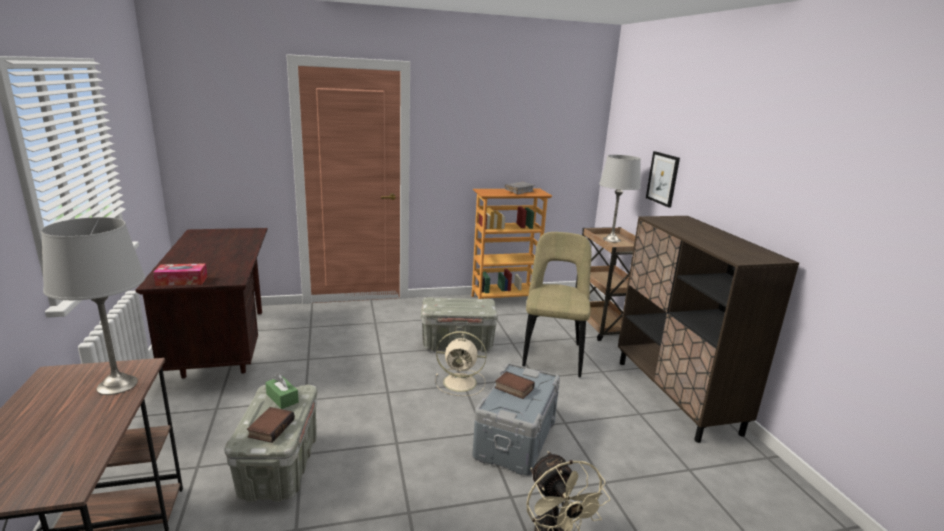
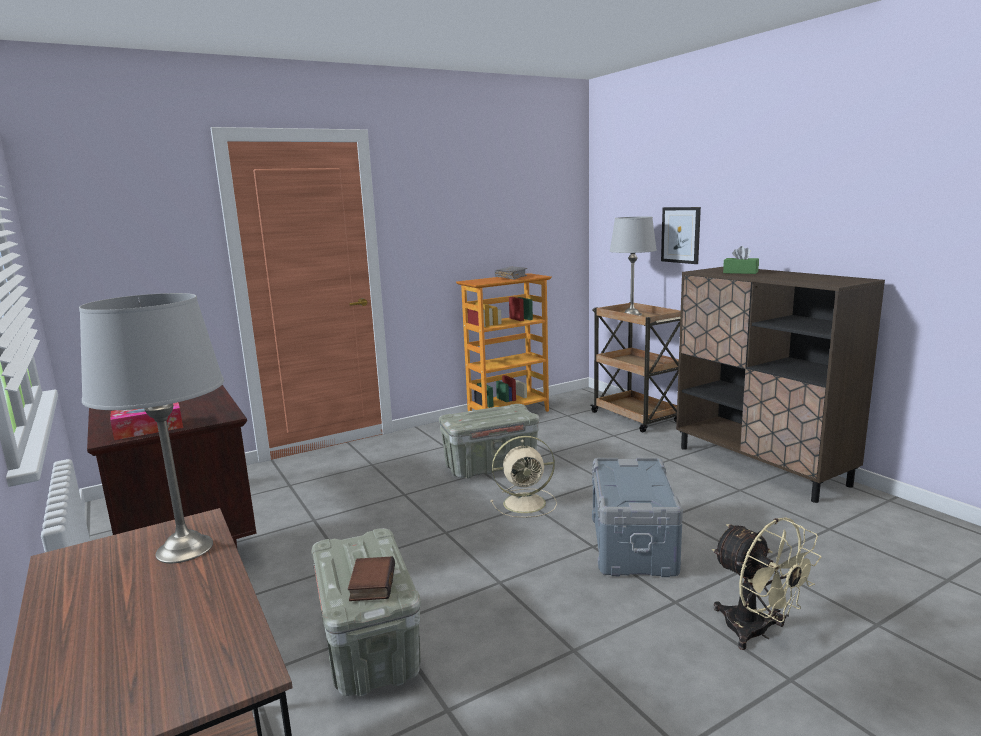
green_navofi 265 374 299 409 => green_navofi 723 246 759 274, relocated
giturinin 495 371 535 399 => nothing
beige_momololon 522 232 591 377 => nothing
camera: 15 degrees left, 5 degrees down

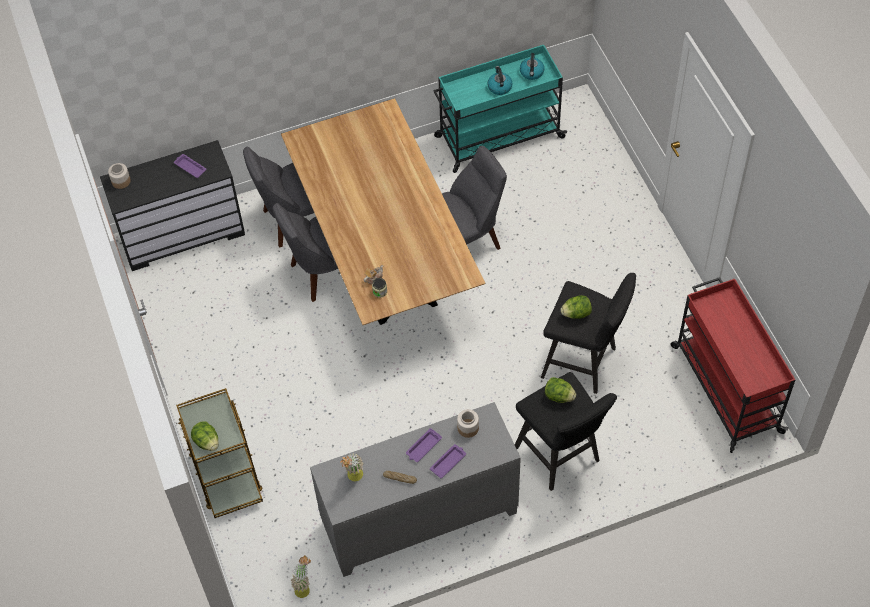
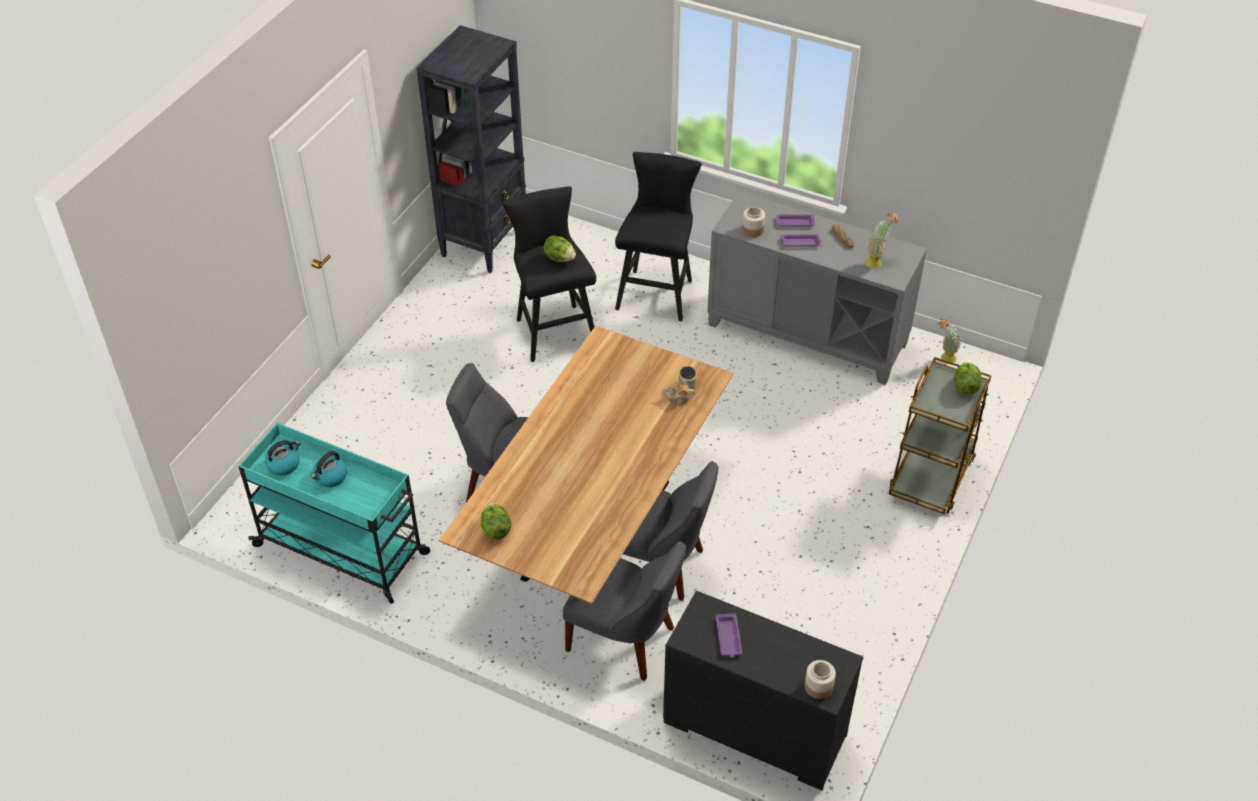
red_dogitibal 671 277 795 453 => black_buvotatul 417 25 526 273
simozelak 545 377 576 403 => simozelak 481 503 512 540, relocated
camera: 135 degrees left, 10 degrees down

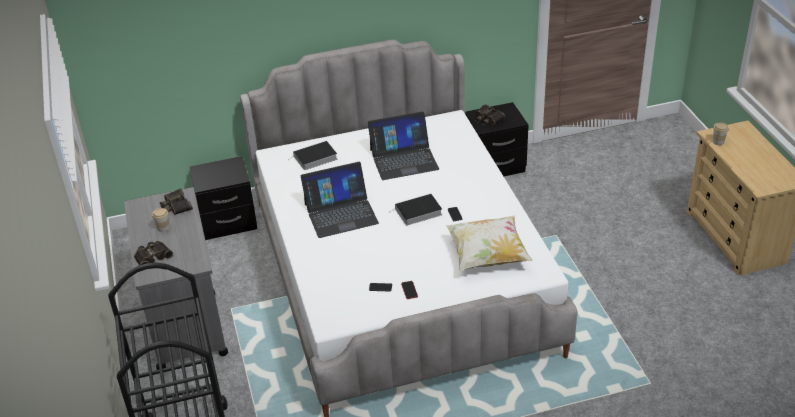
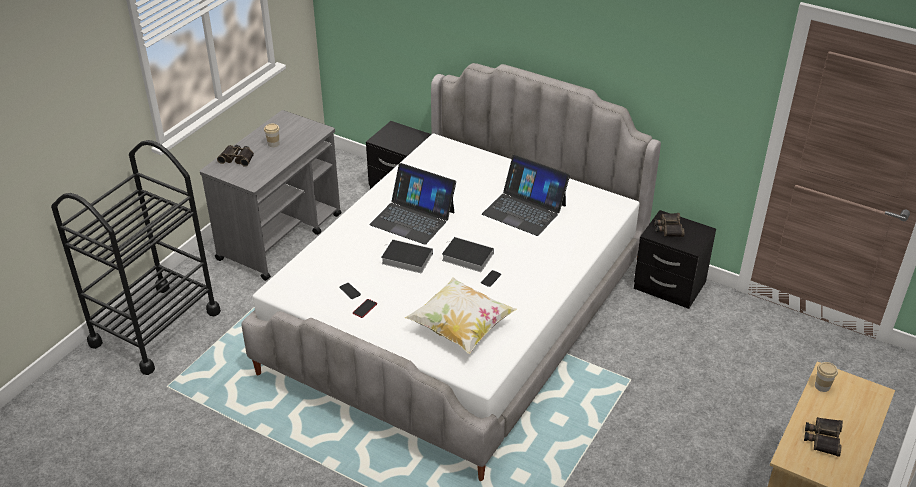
giturinin 288 141 337 170 => giturinin 381 239 433 273, relocated
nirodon 160 188 193 215 => nirodon 804 417 843 457, relocated
camera: 45 degrees right, 0 degrees up

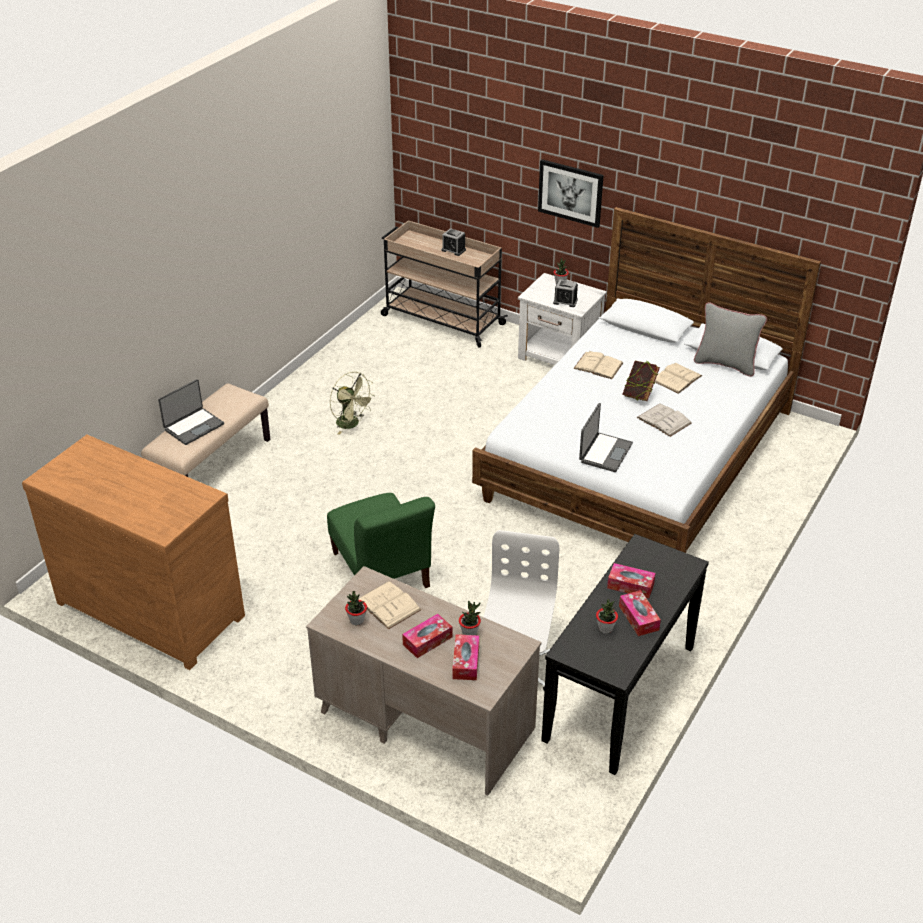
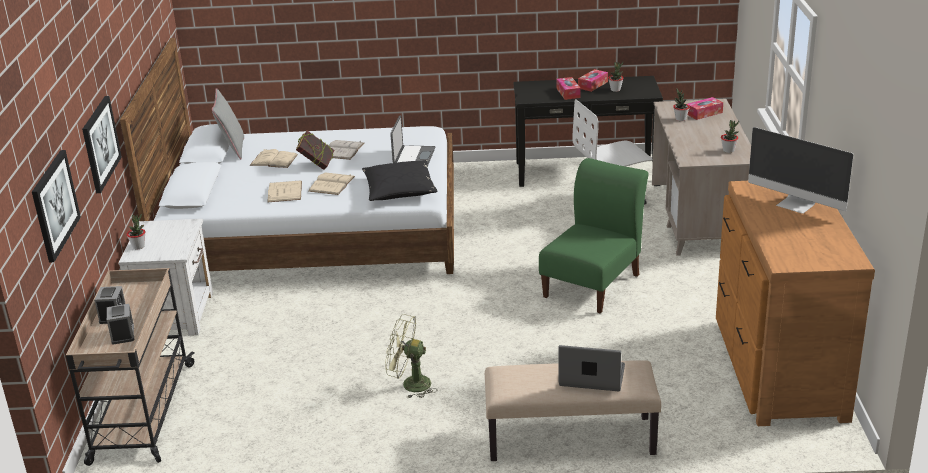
nothing => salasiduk 32 150 81 262
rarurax 553 279 578 307 => rarurax 107 304 134 345, relocated
beige_giturinin 358 581 421 630 => beige_giturinin 308 172 355 195, relocated
nothing => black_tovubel 362 160 438 201
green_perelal 330 372 375 435 => green_perelal 385 314 437 398, 90 degrees counterclockwise
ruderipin 579 403 633 472 => ruderipin 390 115 435 167, 105 degrees clockwise
nothing => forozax 748 127 854 214
navofi 402 614 452 658 => nothing
camera: 120 degrees left, 10 degrees down

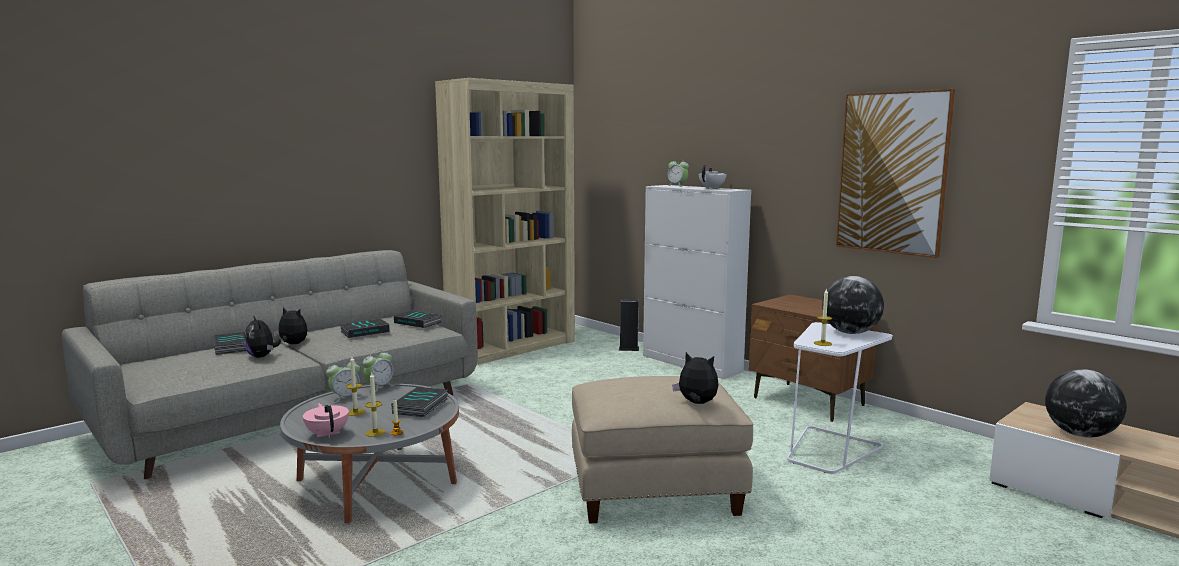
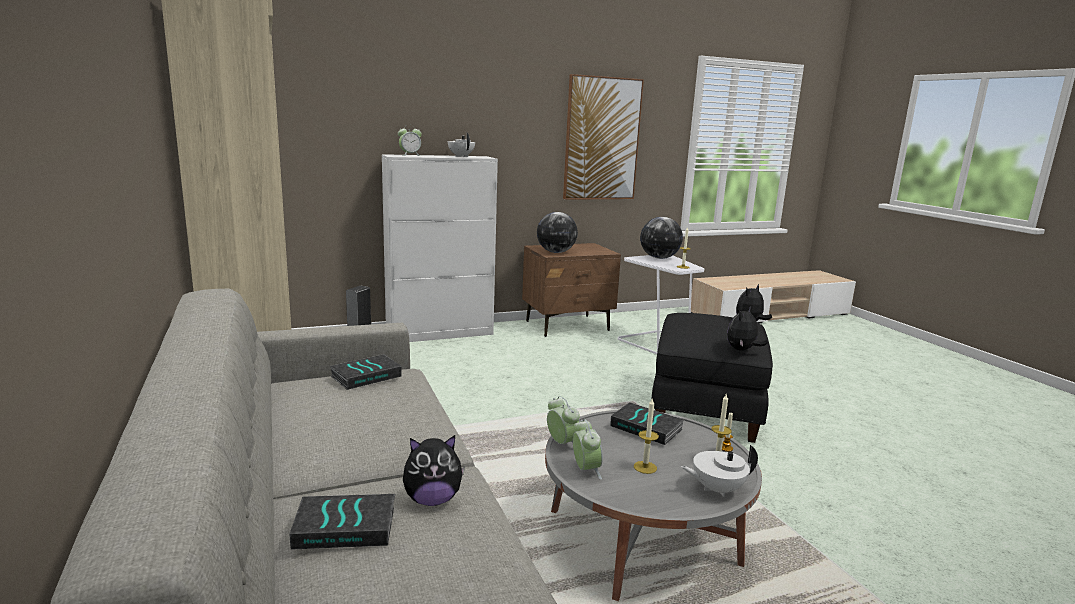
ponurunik 1045 369 1126 438 => ponurunik 537 212 578 253, relocated
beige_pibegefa 572 376 753 524 => black_pibegefa 651 313 773 443
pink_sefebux 303 403 349 439 => white_sefebux 681 445 758 497
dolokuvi 273 307 308 344 => dolokuvi 727 306 768 351, relocated
giturinin 339 319 390 338 => nothing
camera: 70 degrees left, 5 degrees up

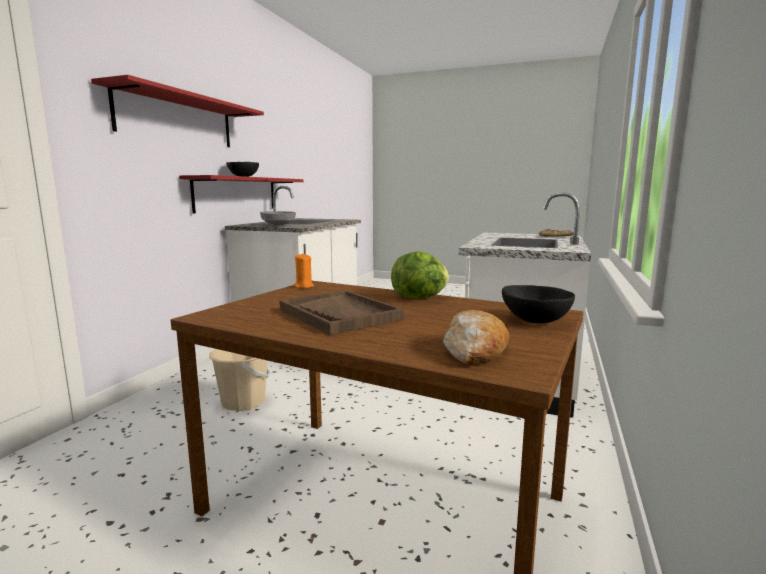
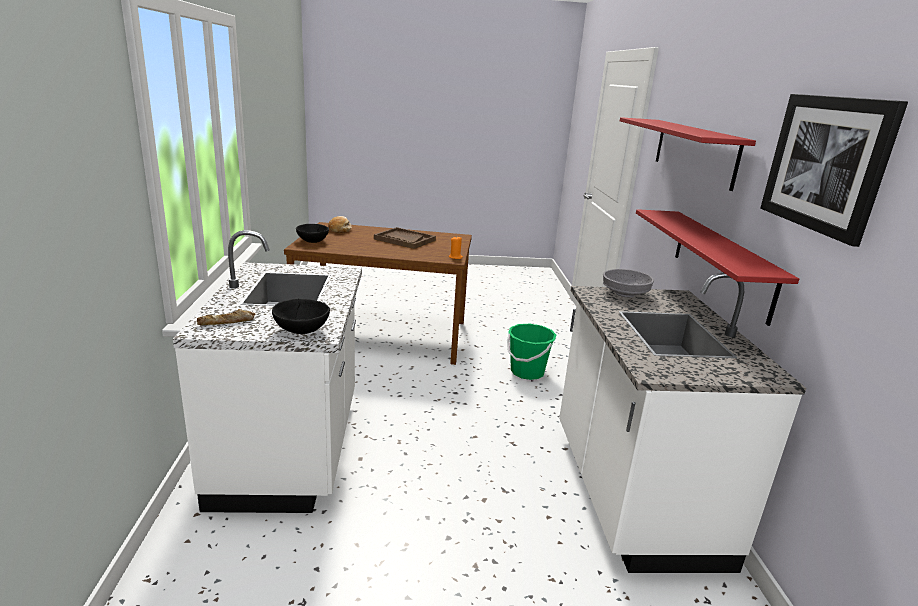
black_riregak 226 162 259 177 => black_riregak 272 299 330 334, relocated
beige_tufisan 209 349 271 411 => green_tufisan 507 324 556 380
nothing => salasiduk 760 94 908 247
simozelak 391 251 449 298 => nothing
camera: 155 degrees right, 10 degrees up

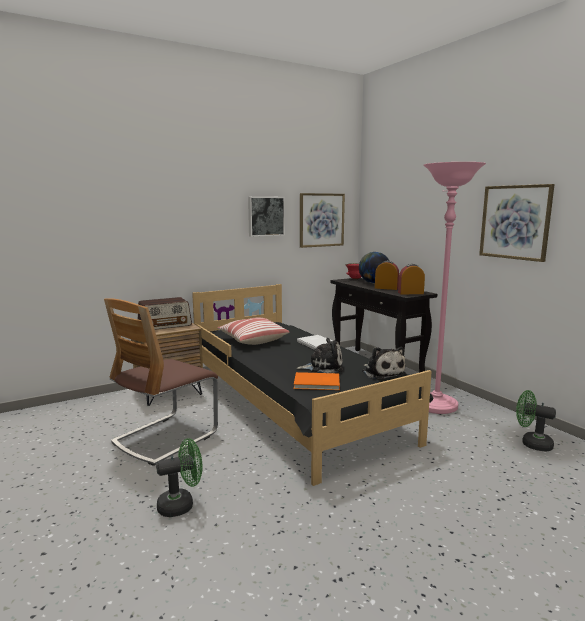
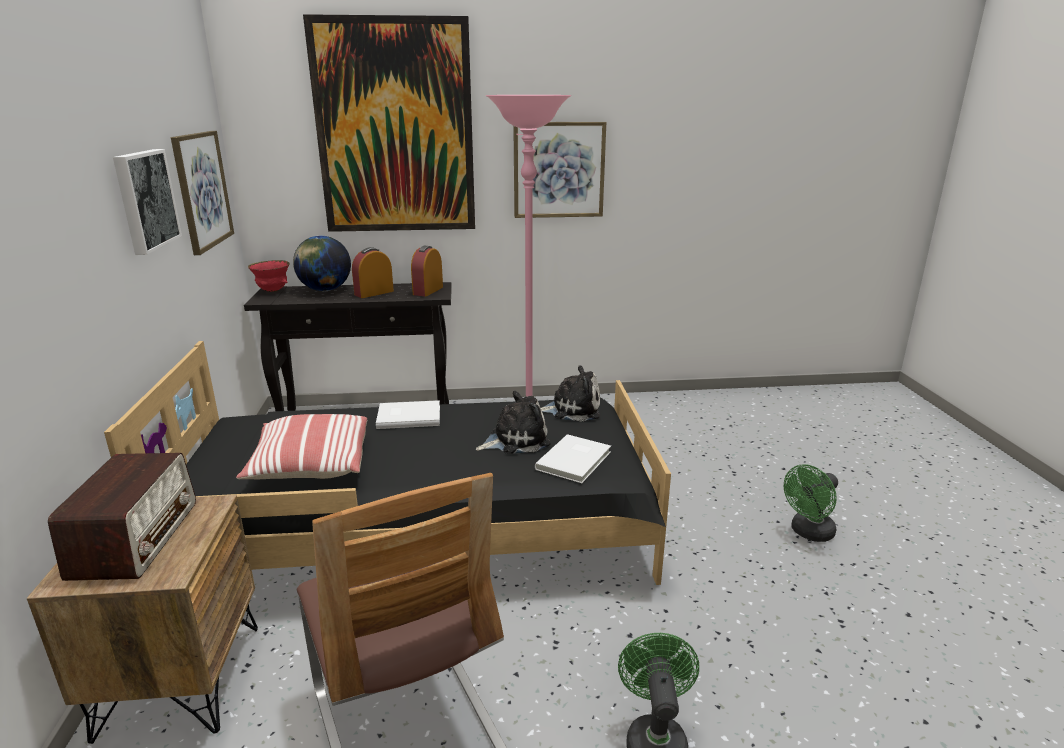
nothing => salasiduk 303 14 475 232
dolokuvi 296 338 343 373 => dolokuvi 476 391 551 454, 45 degrees clockwise
orange_giturinin 294 372 340 390 => white_giturinin 535 434 611 483
green_perelal 516 390 556 452 => green_perelal 784 464 838 542, relocated
camera: 65 degrees left, 10 degrees up

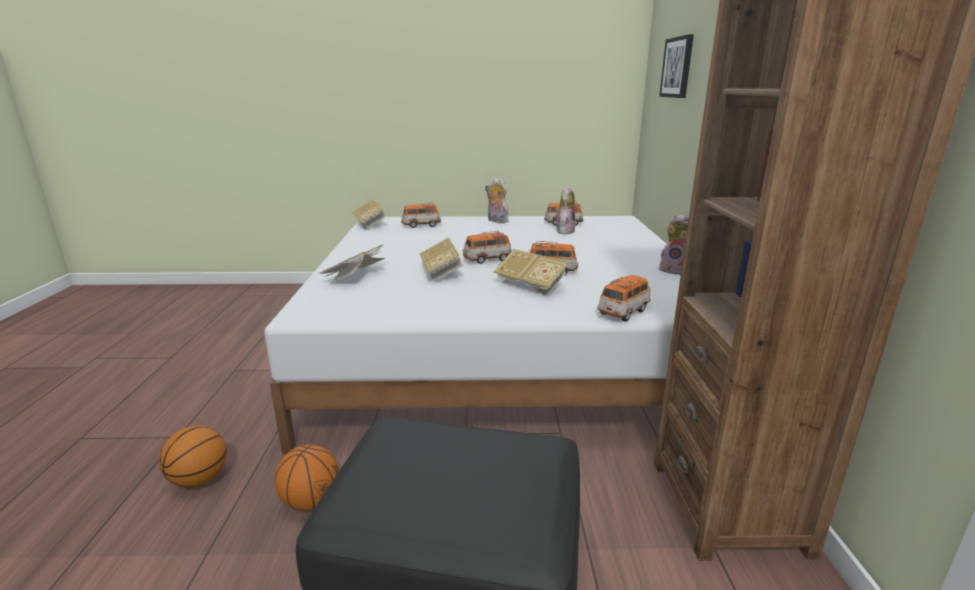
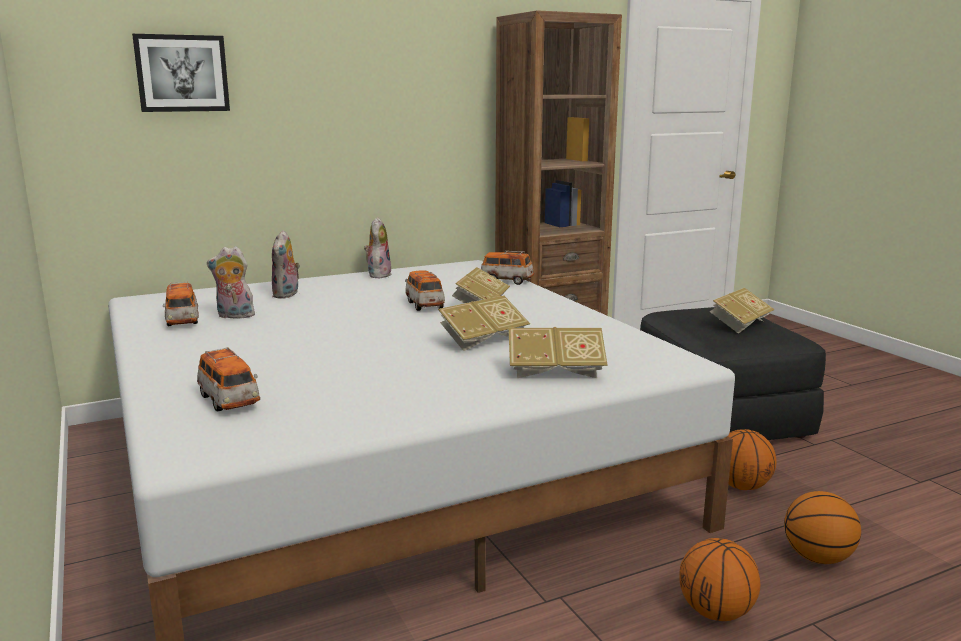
dolokuvi 485 178 509 223 => dolokuvi 272 230 300 299, relocated
nothing => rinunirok 679 538 760 621
giturinin 352 199 387 229 => giturinin 710 288 775 334, relocated
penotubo 462 231 512 264 => nothing
camera: 115 degrees left, 5 degrees down

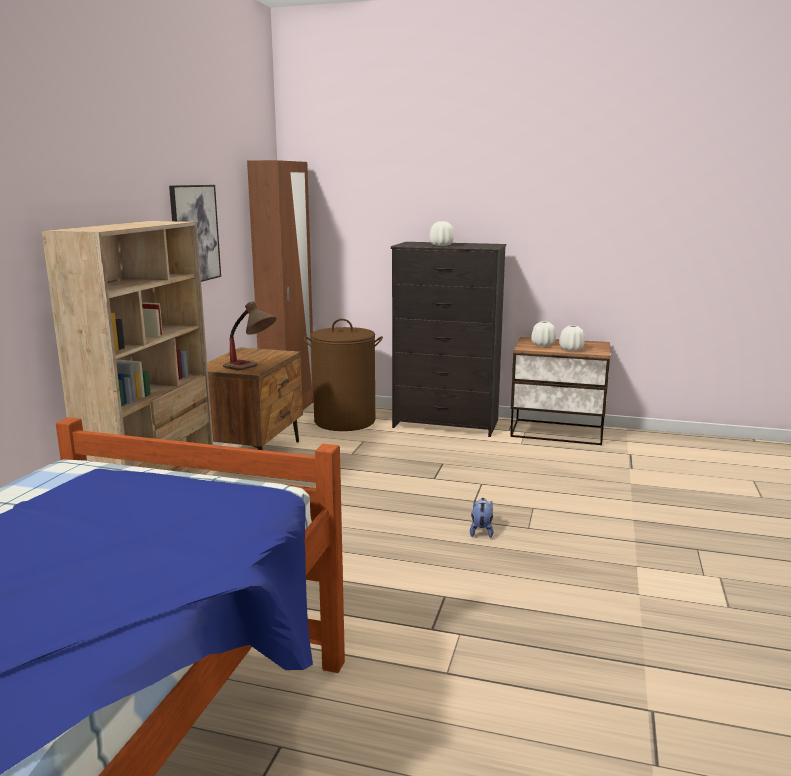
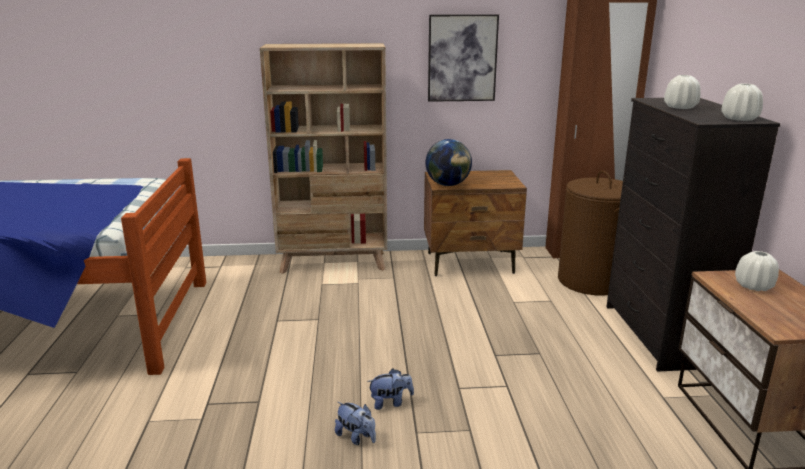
nothing => dolokuvi 335 402 376 445
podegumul 223 302 276 371 => ponurunik 425 139 472 186
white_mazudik 559 325 585 351 => white_mazudik 722 84 763 121, relocated
camera: 70 degrees right, 5 degrees up

